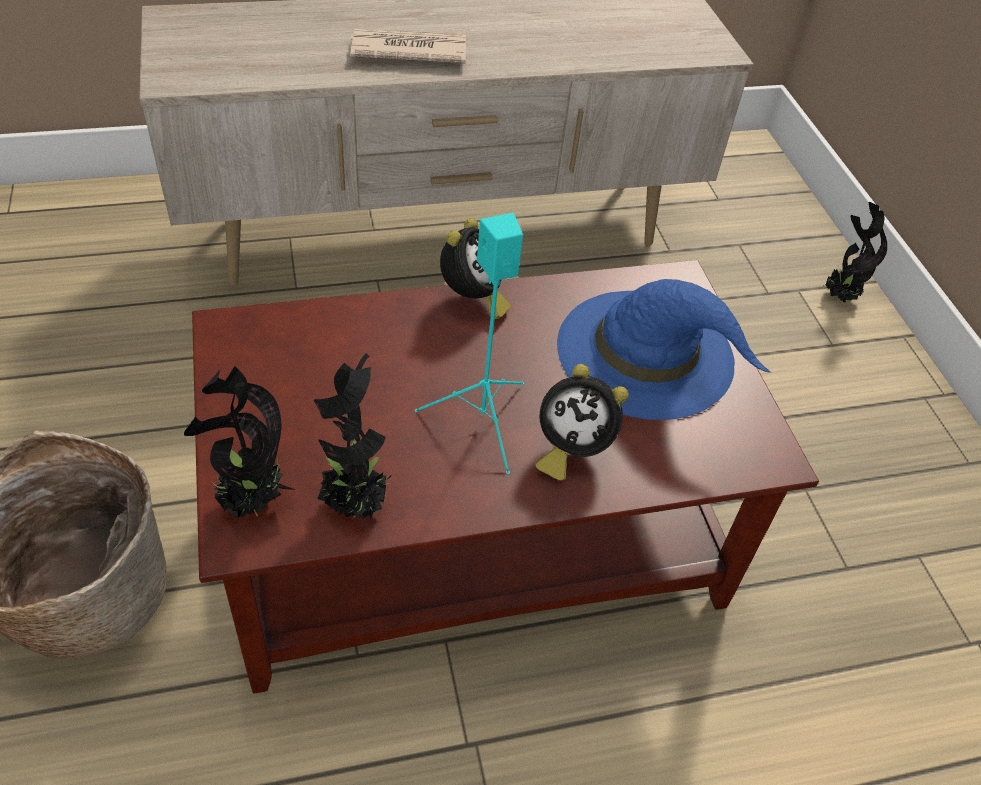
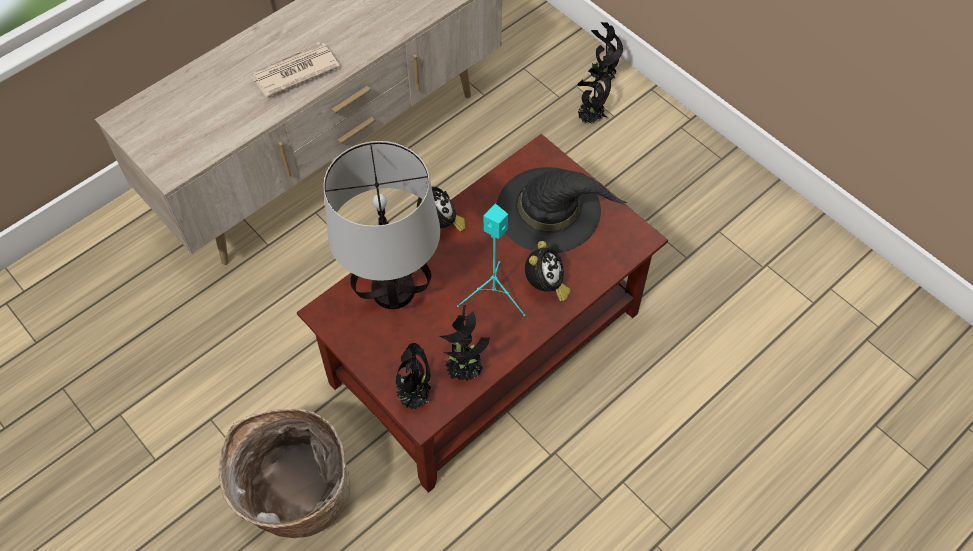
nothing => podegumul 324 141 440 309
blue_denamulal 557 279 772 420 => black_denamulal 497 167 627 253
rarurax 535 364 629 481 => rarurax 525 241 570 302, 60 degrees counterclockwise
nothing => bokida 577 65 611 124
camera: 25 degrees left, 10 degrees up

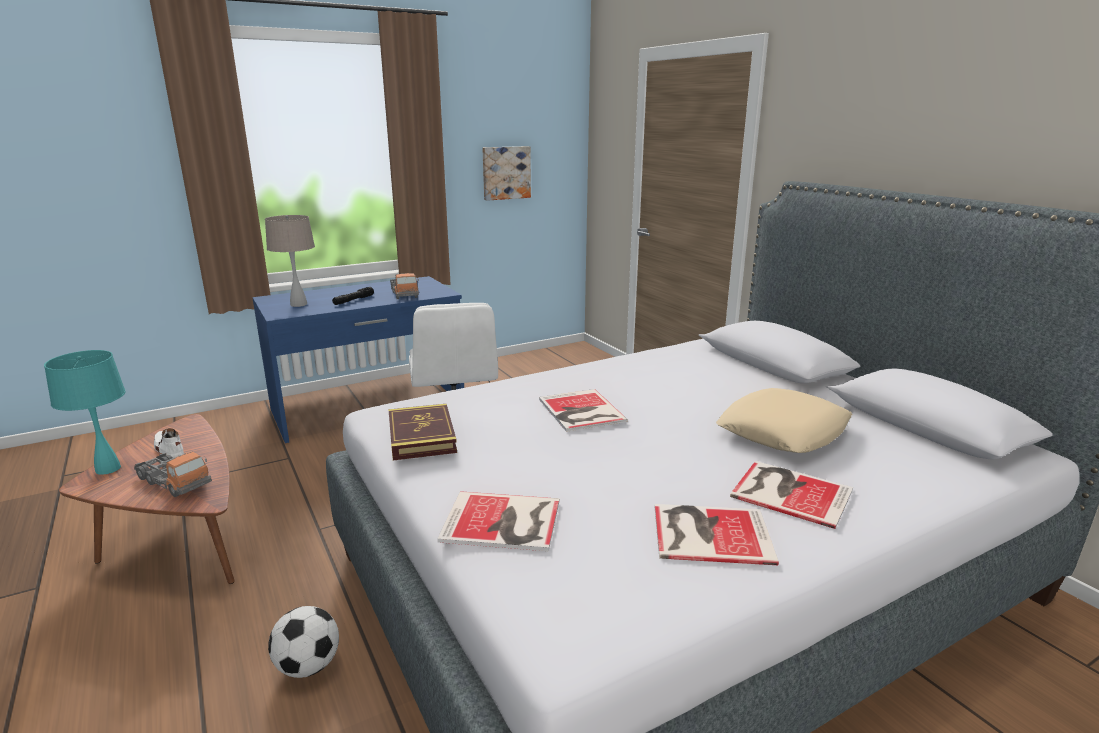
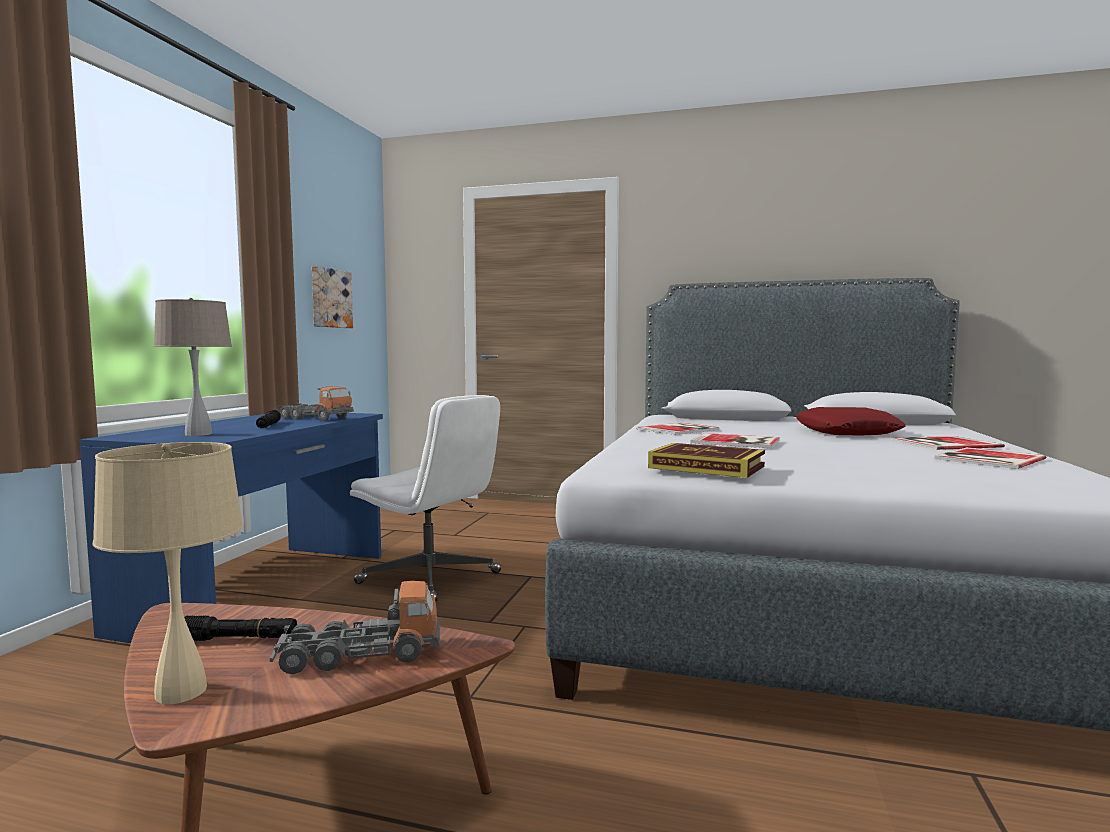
turquoise_podegumul 44 350 126 475 => beige_podegumul 93 442 243 704
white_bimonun 154 428 184 458 => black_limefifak 184 616 297 641
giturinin 437 491 559 551 => giturinin 636 423 719 435, relocated
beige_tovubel 716 388 852 453 => red_tovubel 795 407 906 435
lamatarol 268 606 339 678 => nothing
camera: 45 degrees left, 15 degrees down

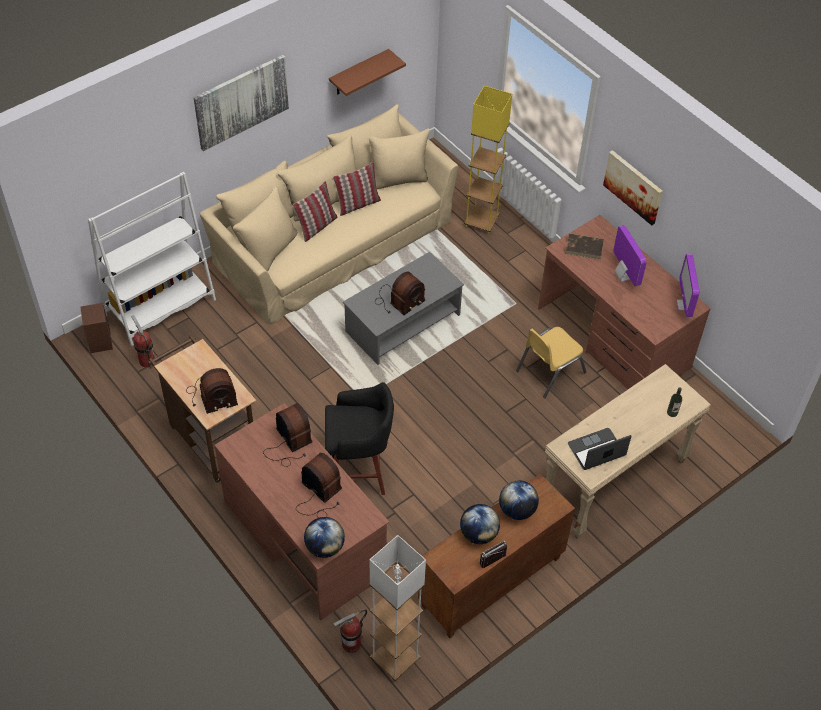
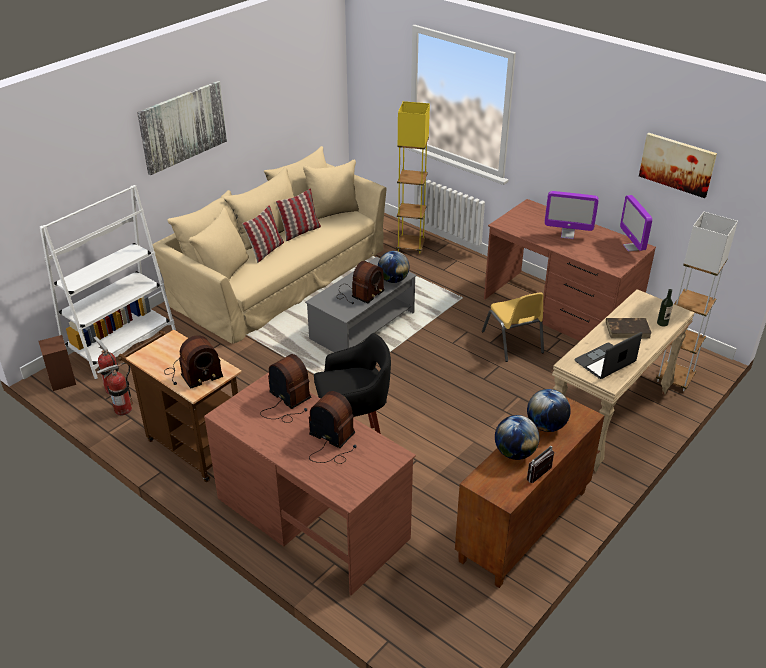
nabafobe 333 609 367 653 => nabafobe 97 362 133 416, relocated
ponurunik 304 517 345 558 => ponurunik 378 251 410 283, relocated
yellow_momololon 516 327 586 398 => yellow_momololon 482 293 544 362, 60 degrees counterclockwise
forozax 613 225 647 286 => forozax 544 191 599 239, 135 degrees clockwise
brown_giturinin 565 233 604 260 => brown_giturinin 606 318 652 338, relocated
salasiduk 603 150 663 225 => salasiduk 639 133 717 198, relocated
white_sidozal 370 535 426 681 => white_sidozal 656 212 738 391, relocated
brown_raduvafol 329 49 406 96 => nothing
camera: 10 degrees left, 15 degrees down

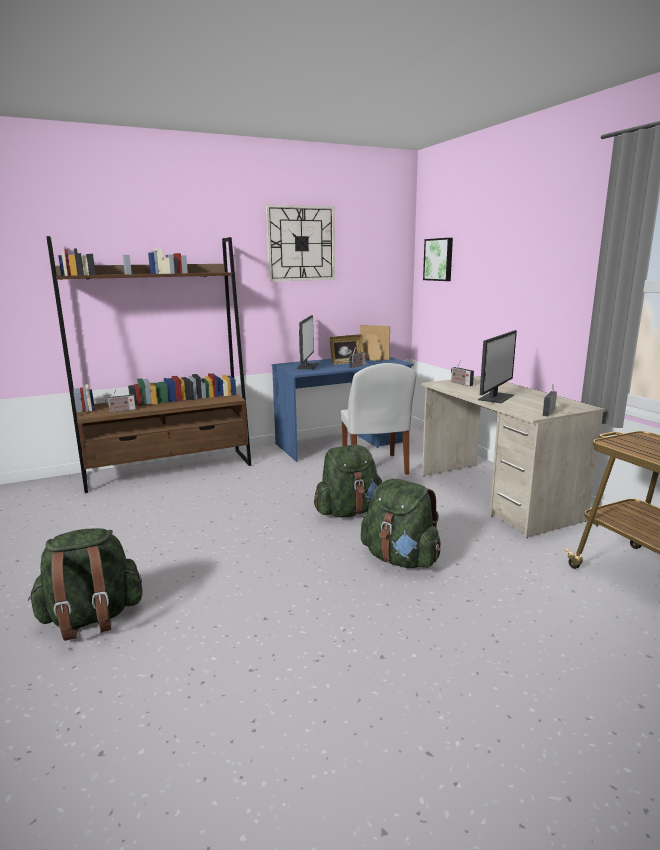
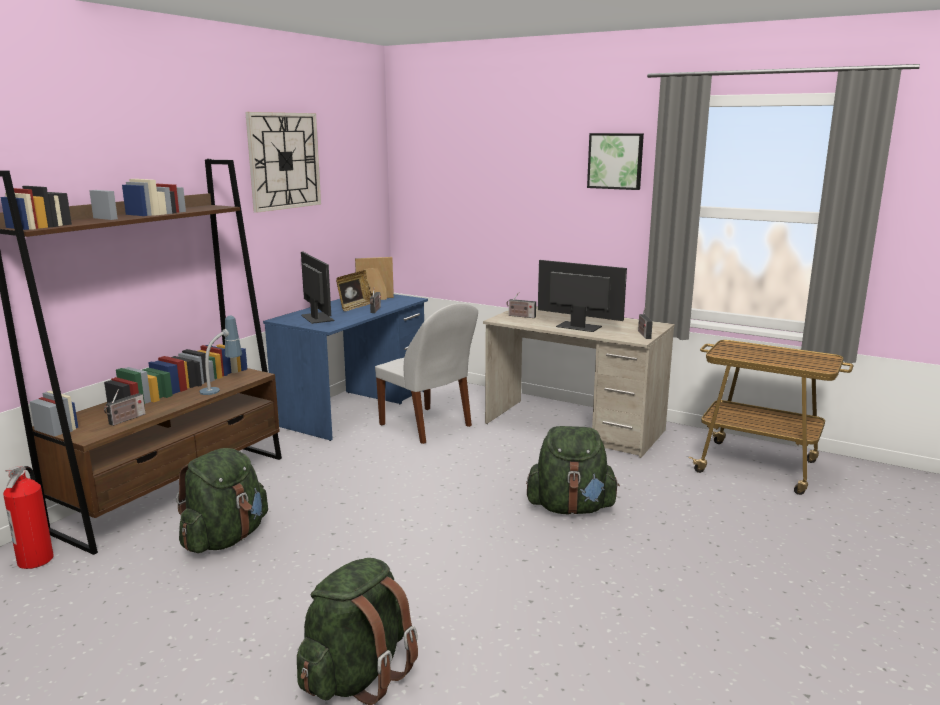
nothing => nabafobe 3 466 54 569
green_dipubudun 314 445 383 518 => green_dipubudun 176 448 268 553, relocated
nothing => podegumul 199 316 242 395
forozax 478 330 517 403 => forozax 538 260 627 332, 60 degrees counterclockwise
salasiduk 423 238 453 281 => salasiduk 587 133 644 190, relocated
camera: 35 degrees left, 0 degrees up

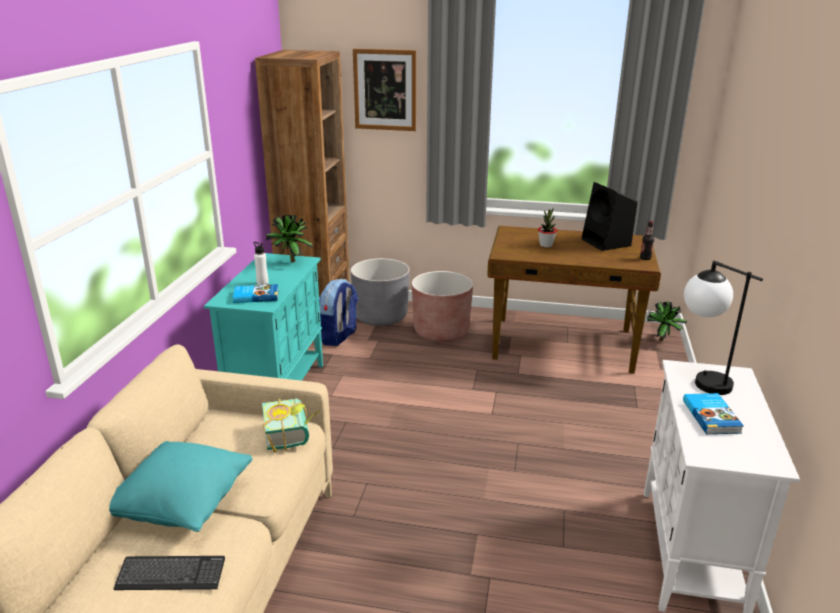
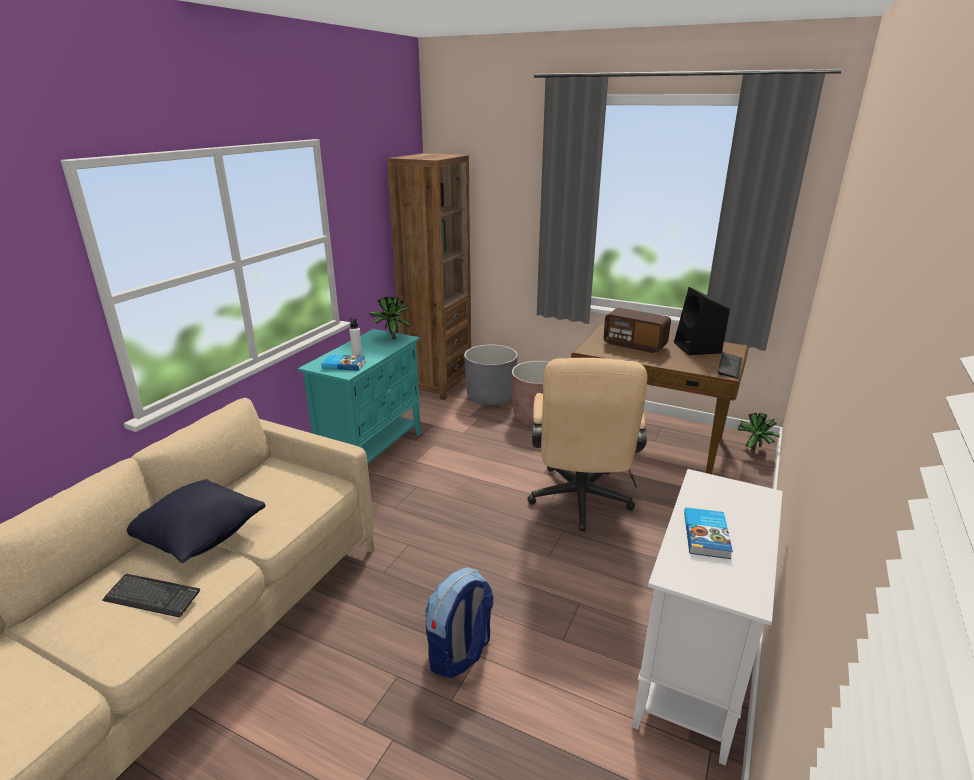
turquoise_tovubel 109 441 253 532 => black_tovubel 127 479 266 563
dipubudun 319 279 358 346 => dipubudun 425 567 494 678, relocated
nothing => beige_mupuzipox 527 358 647 531
bokida 538 208 557 247 => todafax 603 308 671 353
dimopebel 640 221 654 260 => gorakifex 718 352 742 379
giturinin 262 398 321 452 => nothing
salasiduk 353 49 416 131 => nothing
podegumul 684 261 763 395 => nothing
camera: 15 degrees right, 0 degrees up

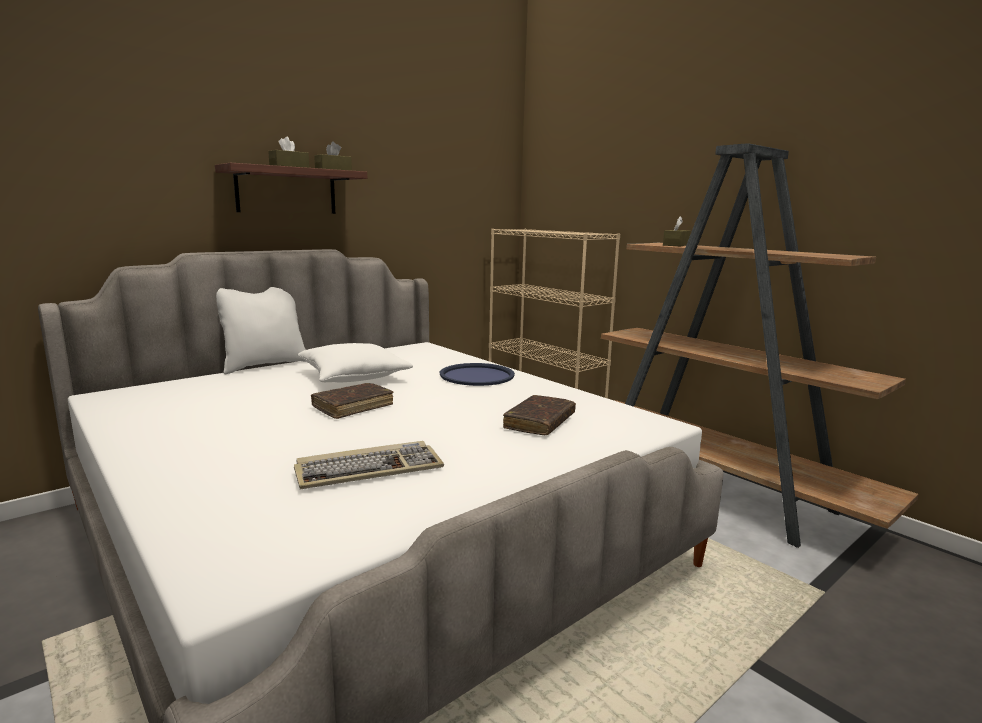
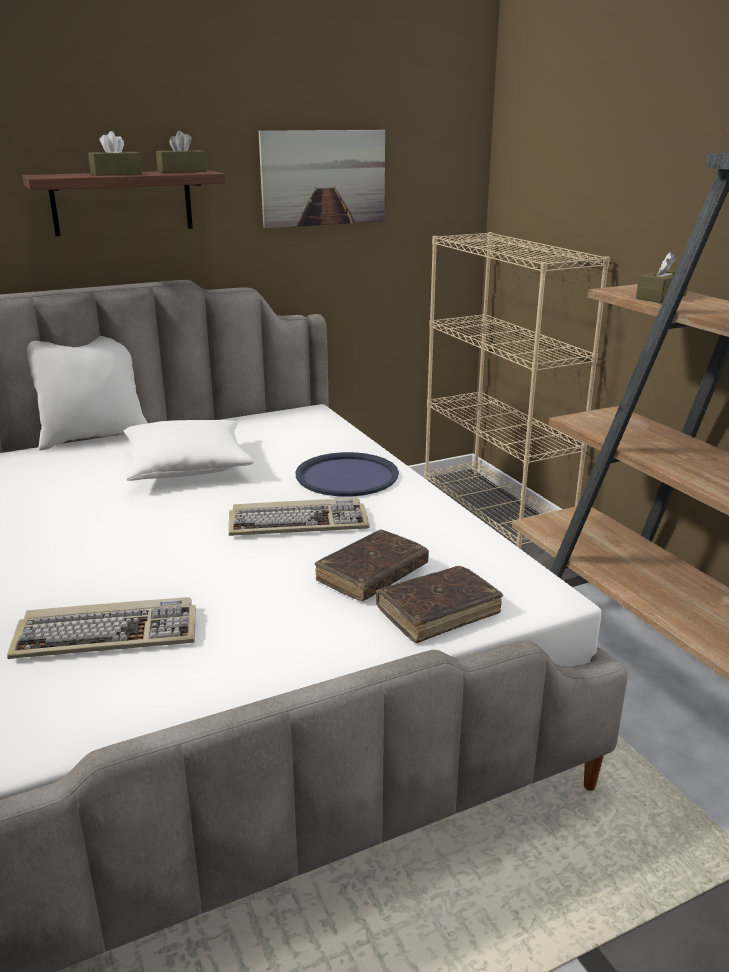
nothing => gorakifex 229 498 370 536
nothing => salasiduk 259 130 385 228
brown_giturinin 311 383 394 419 => brown_giturinin 376 566 503 643, relocated
camera: 15 degrees right, 10 degrees up

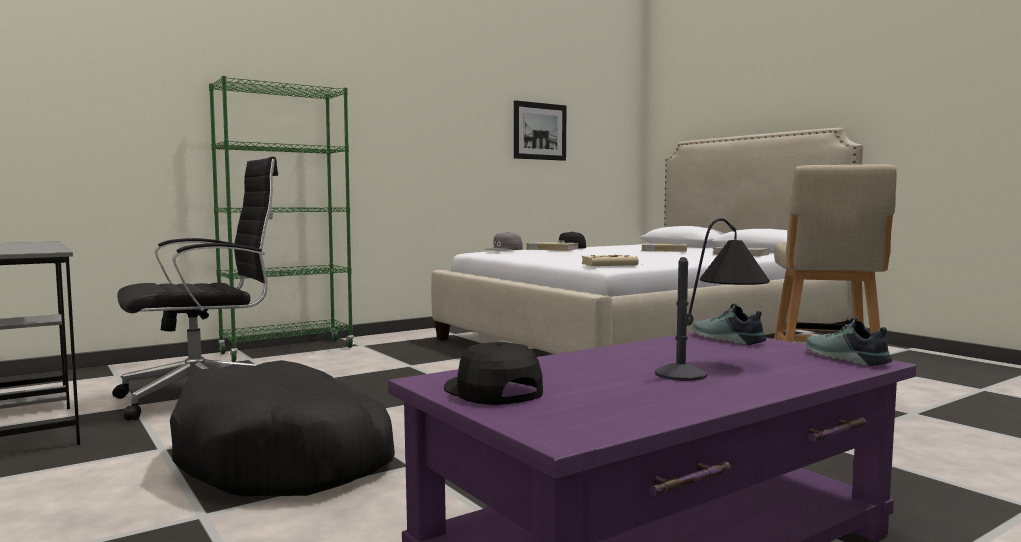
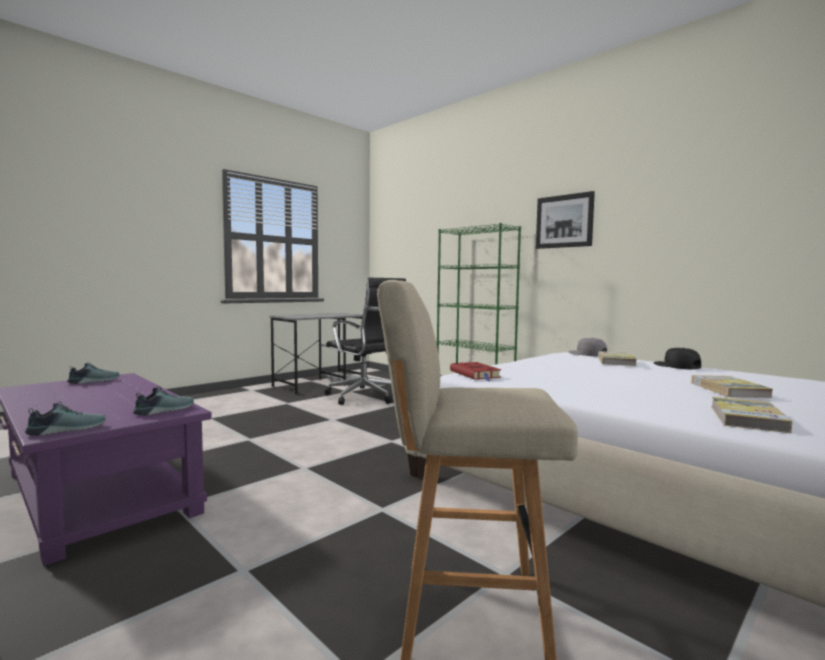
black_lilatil 444 342 543 405 => bimonun 67 362 120 384
beige_giturinin 581 255 642 266 => red_giturinin 450 362 501 381
salasiduk 514 100 567 161 => salasiduk 536 191 595 249, relocated
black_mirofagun 170 360 395 496 => nothing
podegumul 655 218 770 381 => nothing
camera: 80 degrees right, 0 degrees up

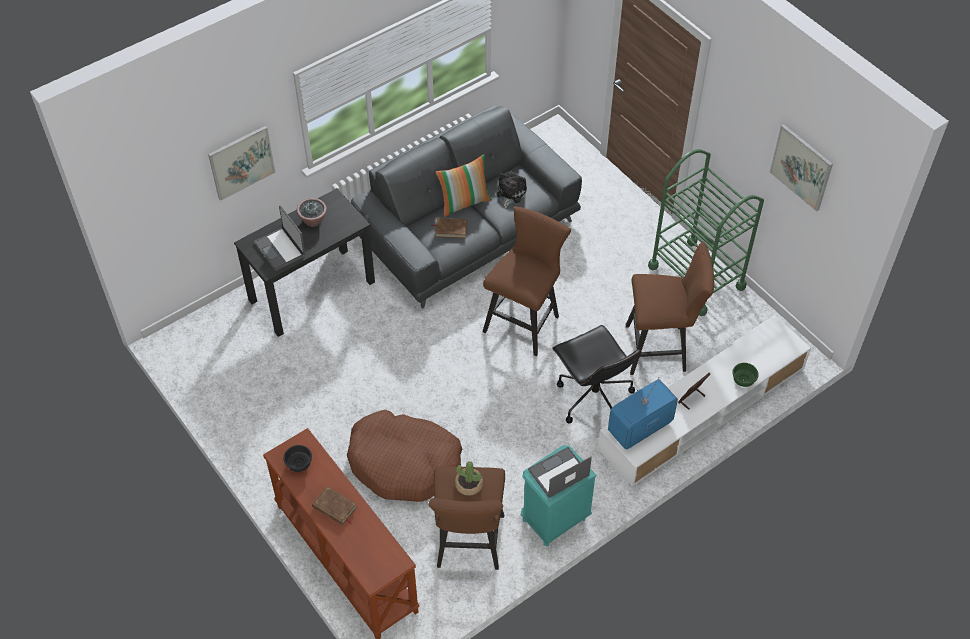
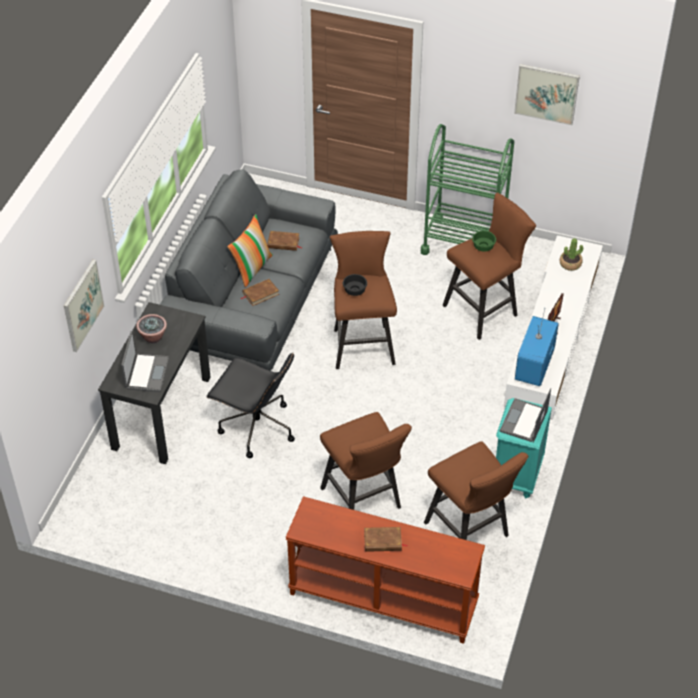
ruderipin 254 205 306 271 => ruderipin 121 331 169 392, 105 degrees counterclockwise
black_mupuzipox 552 325 641 424 => black_mupuzipox 206 353 295 458, relocated
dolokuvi 496 172 527 209 => brown_giturinin 267 231 302 251
brown_mirofagun 347 410 462 502 => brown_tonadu 320 412 412 510
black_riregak 283 445 312 472 => black_riregak 343 274 367 296, relocated
green_riregak 732 363 759 387 => green_riregak 472 231 496 252, relocated
bokida 455 461 483 496 => bokida 560 238 583 271, relocated
camera: 35 degrees left, 5 degrees down

